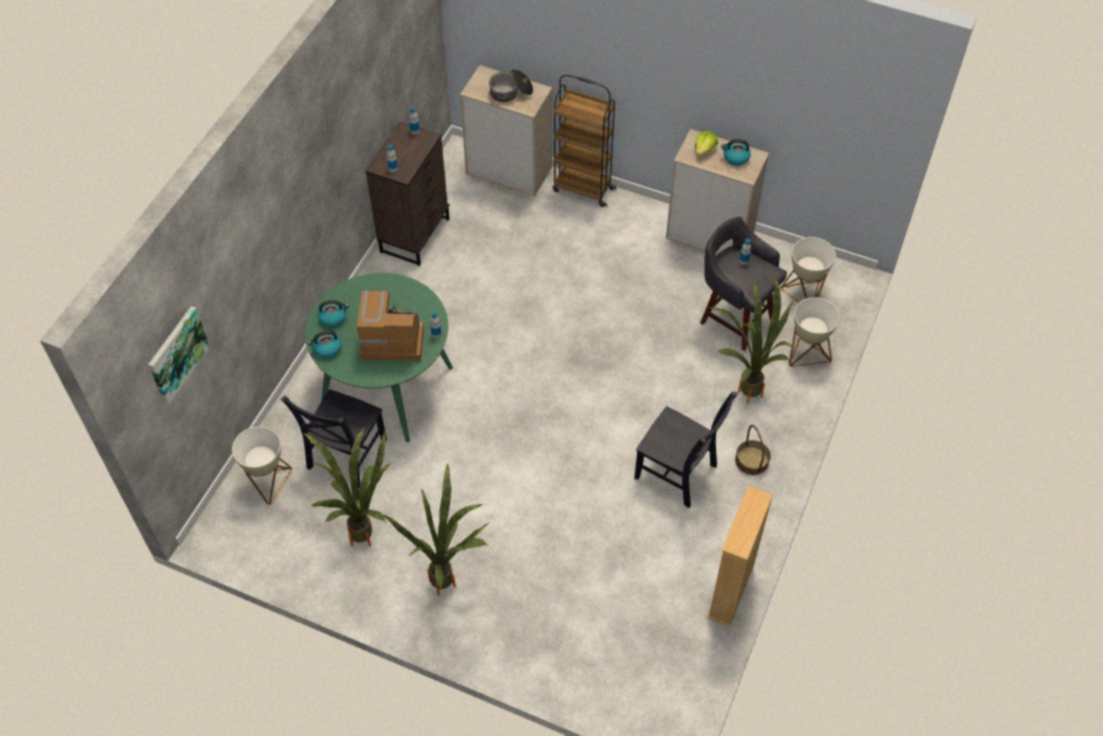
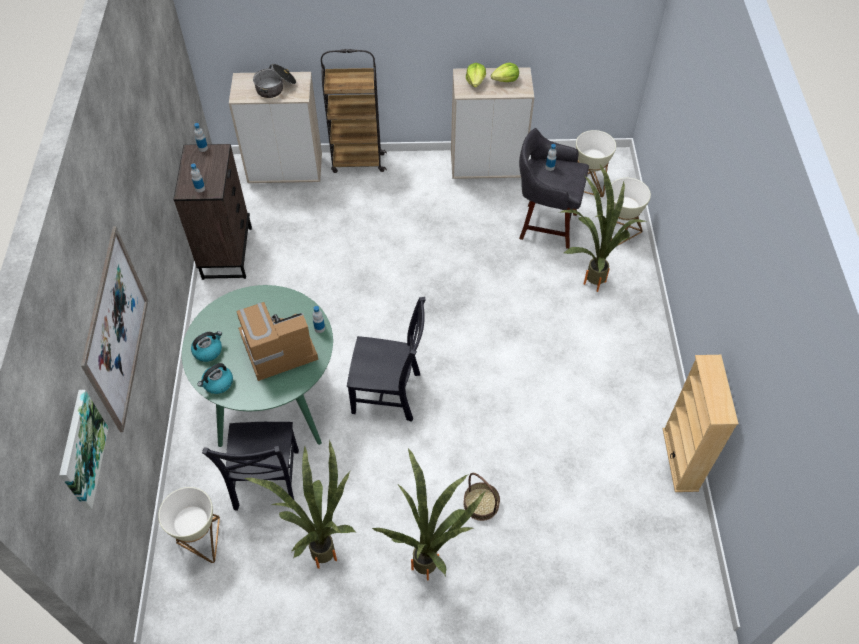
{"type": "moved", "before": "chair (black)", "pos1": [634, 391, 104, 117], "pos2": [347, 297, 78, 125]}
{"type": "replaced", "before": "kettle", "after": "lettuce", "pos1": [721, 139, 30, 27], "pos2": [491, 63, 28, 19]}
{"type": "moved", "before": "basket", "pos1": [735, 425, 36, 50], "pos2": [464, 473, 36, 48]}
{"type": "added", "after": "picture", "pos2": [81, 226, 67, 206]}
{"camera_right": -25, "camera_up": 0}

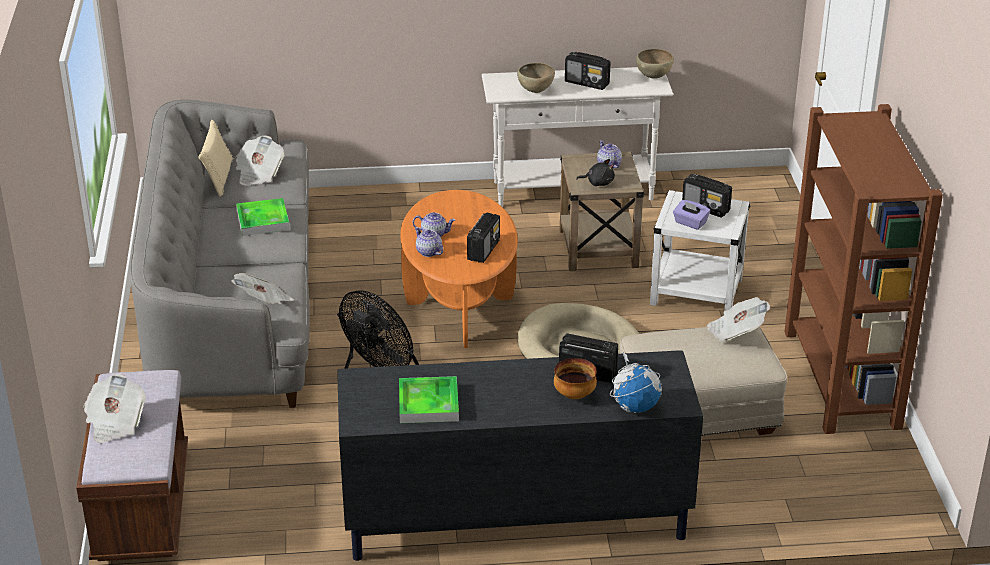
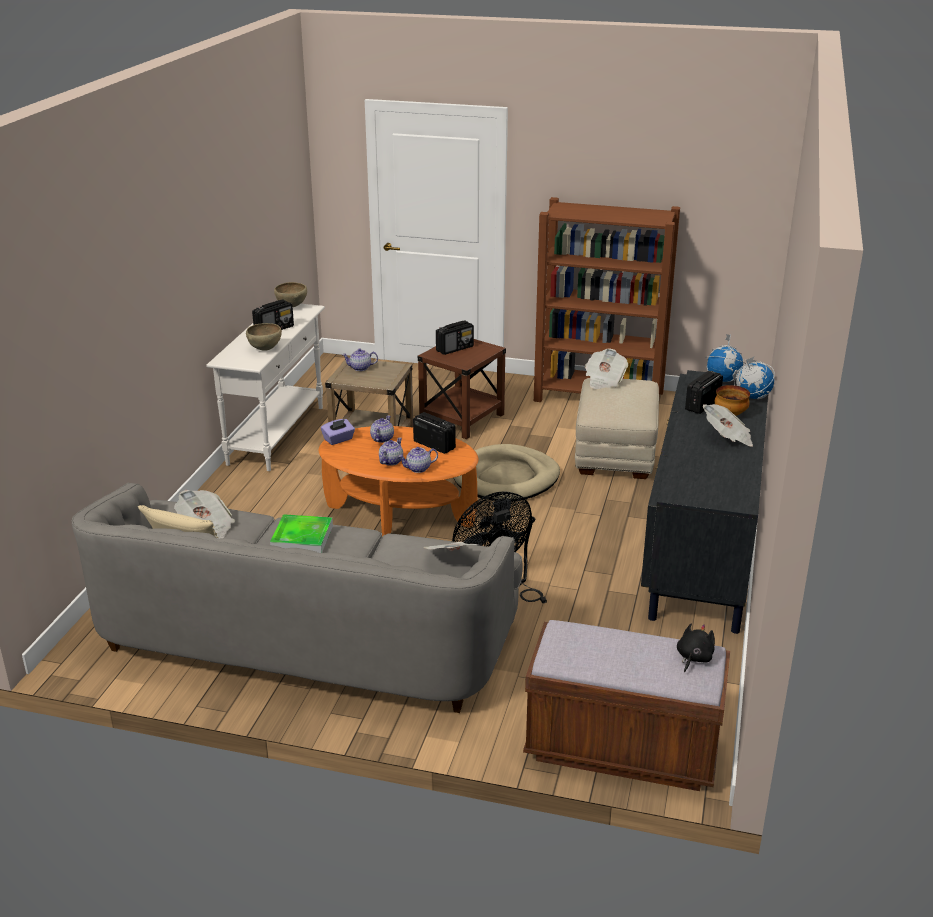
{"type": "moved", "before": "newspaper", "pos1": [83, 374, 63, 69], "pos2": [703, 404, 50, 43]}
{"type": "removed", "before": "tray", "pos1": [399, 376, 60, 47]}
{"type": "moved", "before": "plush toy (black)", "pos1": [576, 159, 39, 27], "pos2": [677, 623, 38, 49]}
{"type": "recoloured", "before": "side table (white)", "after": "side table (brown)", "pos1": [650, 190, 100, 121], "pos2": [418, 339, 88, 100]}
{"type": "moved", "before": "tissue box (purple)", "pos1": [673, 200, 37, 30], "pos2": [321, 419, 34, 26]}
{"type": "added", "after": "teapot", "pos2": [370, 415, 24, 28]}
{"type": "added", "after": "globe", "pos2": [705, 334, 41, 48]}
{"camera_right": -70, "camera_up": -5}

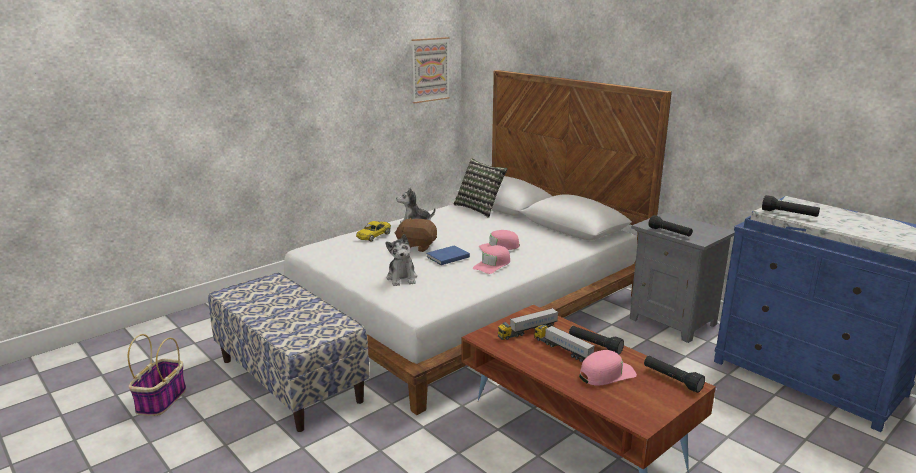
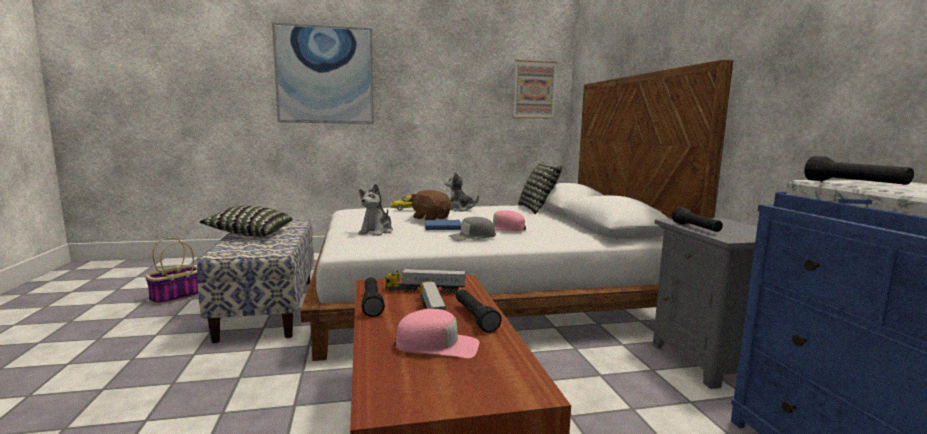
{"type": "recoloured", "before": "cap (pink)", "after": "cap (grey)", "pos1": [473, 245, 37, 29], "pos2": [449, 217, 47, 24]}
{"type": "moved", "before": "flashlight (black)", "pos1": [644, 356, 61, 37], "pos2": [362, 277, 23, 40]}
{"type": "added", "after": "pillow", "pos2": [199, 205, 94, 32]}
{"type": "added", "after": "picture", "pos2": [272, 23, 102, 101]}
{"camera_right": 30, "camera_up": -10}

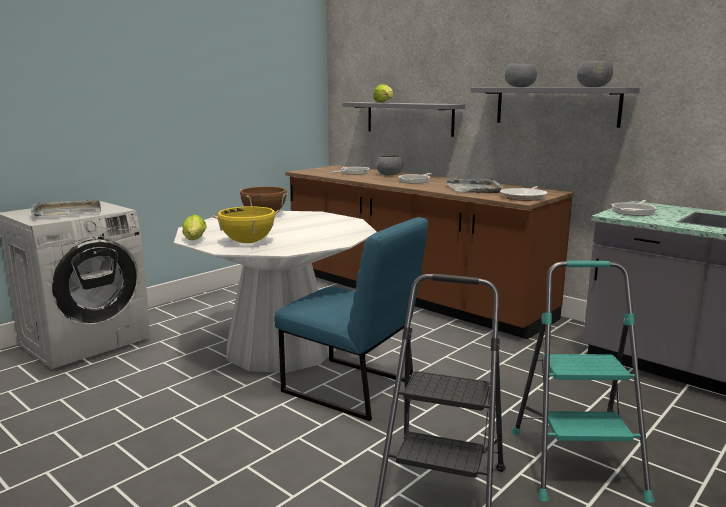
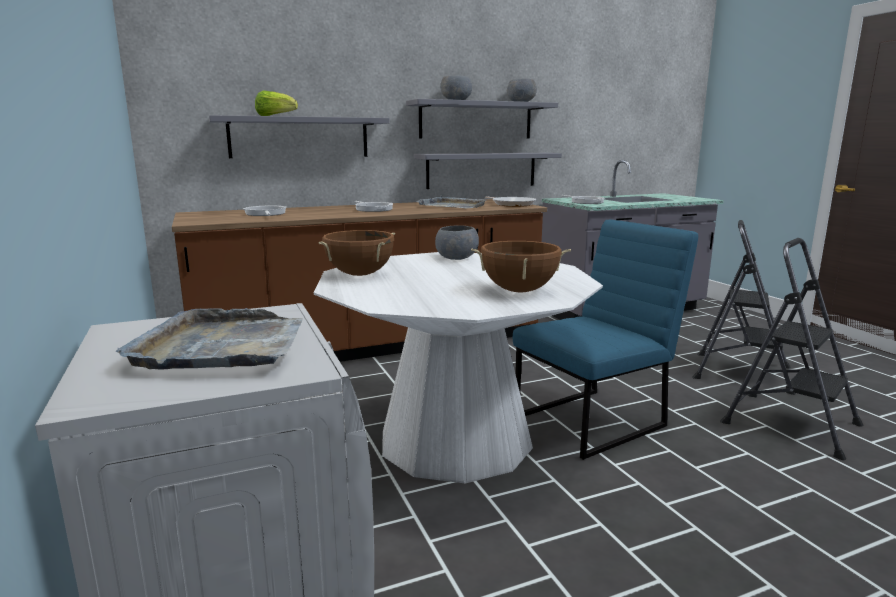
{"type": "removed", "before": "lettuce", "pos1": [183, 214, 24, 26]}
{"type": "recoloured", "before": "cooking pot (yellow)", "after": "cooking pot (brown)", "pos1": [211, 206, 70, 37], "pos2": [471, 241, 100, 51]}
{"type": "moved", "before": "bowl (grey)", "pos1": [376, 155, 27, 20], "pos2": [435, 225, 44, 35]}
{"type": "recoloured", "before": "step ladder (turquoise)", "after": "step ladder (black)", "pos1": [512, 261, 143, 242], "pos2": [692, 220, 104, 175]}
{"type": "added", "after": "shelf (grey)", "pos2": [414, 153, 148, 36]}
{"camera_right": -65, "camera_up": 0}

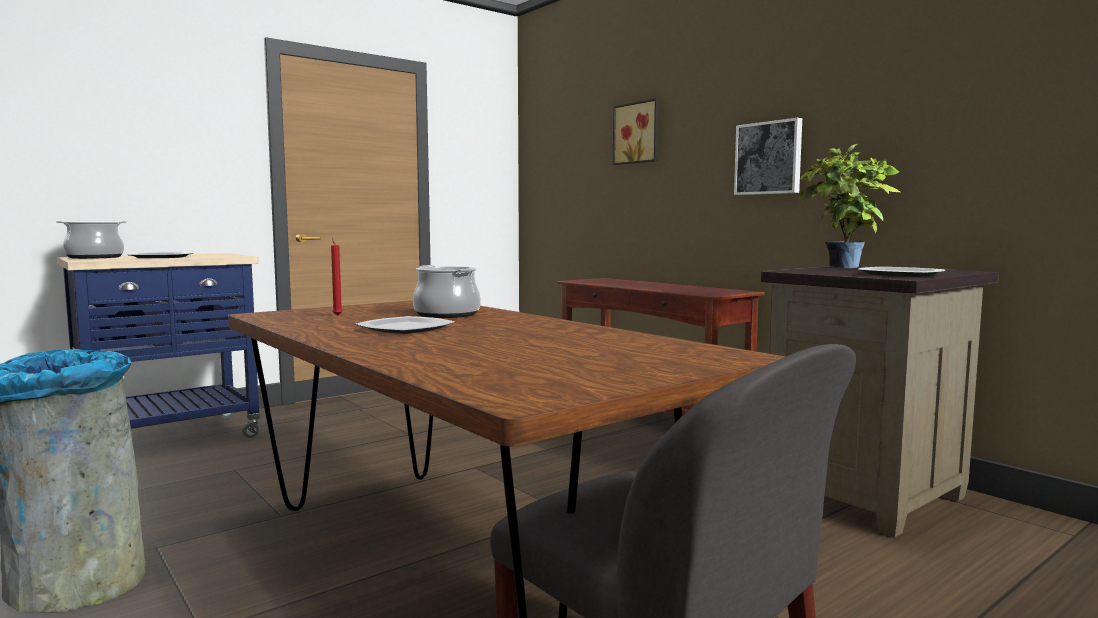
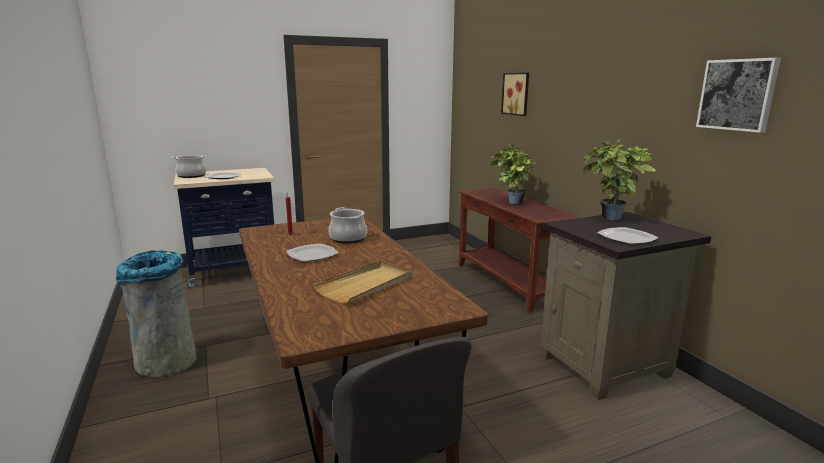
{"type": "moved", "before": "picture", "pos1": [734, 118, 68, 77], "pos2": [696, 58, 85, 75]}
{"type": "added", "after": "tray (beige)", "pos2": [313, 261, 99, 42]}
{"type": "added", "after": "potted plant", "pos2": [490, 144, 46, 60]}
{"camera_right": 15, "camera_up": 10}

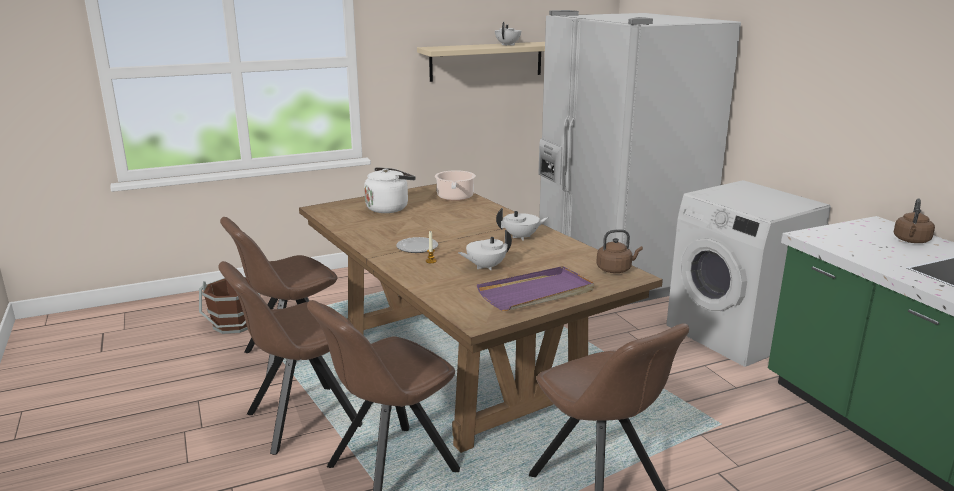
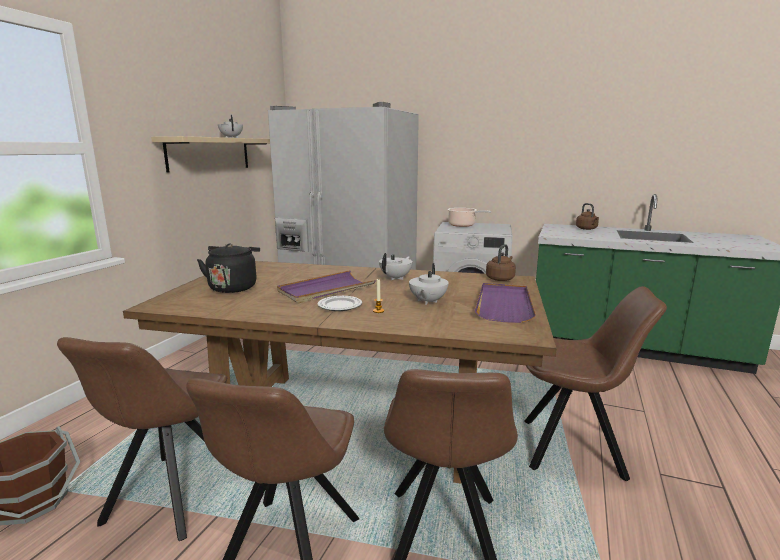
{"type": "recoloured", "before": "kettle (white)", "after": "kettle (black)", "pos1": [364, 167, 52, 46], "pos2": [197, 244, 63, 49]}
{"type": "moved", "before": "cooking pot", "pos1": [435, 170, 41, 31], "pos2": [447, 208, 44, 19]}
{"type": "added", "after": "tray (purple)", "pos2": [277, 270, 99, 33]}
{"camera_right": -45, "camera_up": -5}

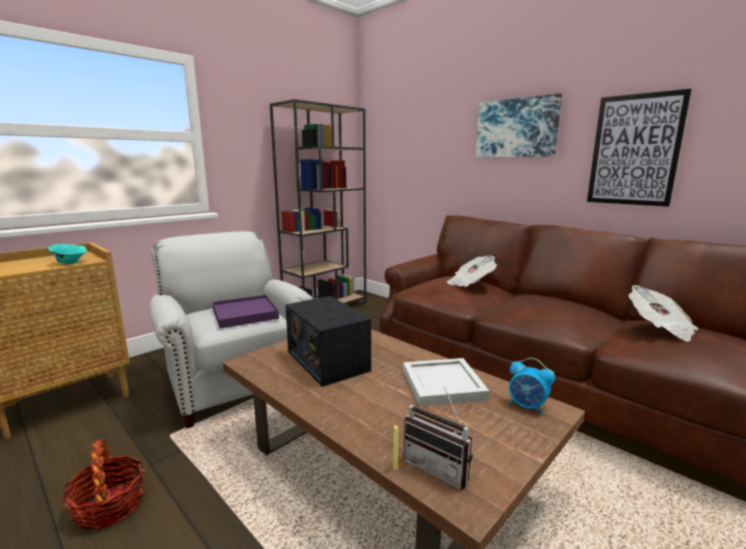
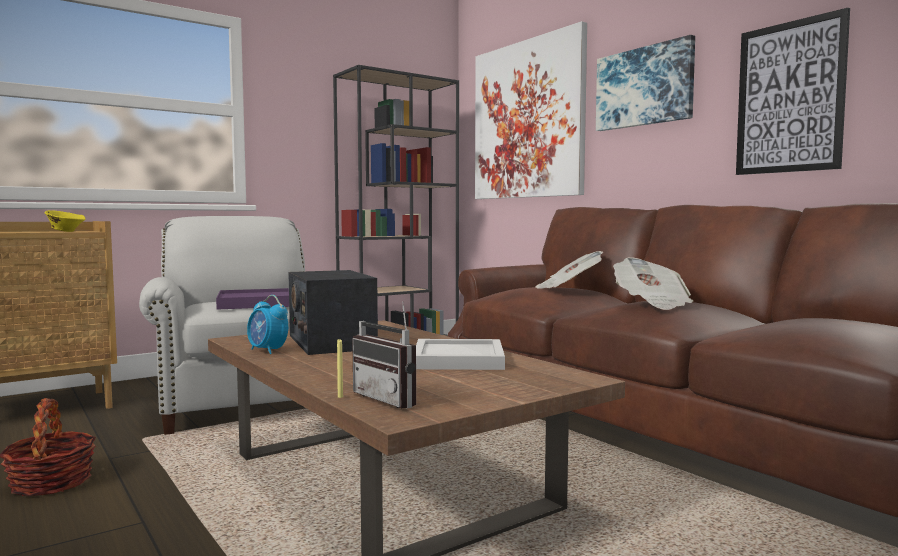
{"type": "recoloured", "before": "bowl (turquoise)", "after": "bowl (yellow)", "pos1": [48, 244, 39, 20], "pos2": [44, 210, 42, 22]}
{"type": "moved", "before": "alarm clock", "pos1": [509, 358, 46, 57], "pos2": [247, 295, 41, 59]}
{"type": "moved", "before": "newspaper", "pos1": [629, 285, 69, 57], "pos2": [613, 257, 80, 53]}
{"type": "added", "after": "picture", "pos2": [475, 21, 112, 178]}
{"camera_right": 10, "camera_up": -10}

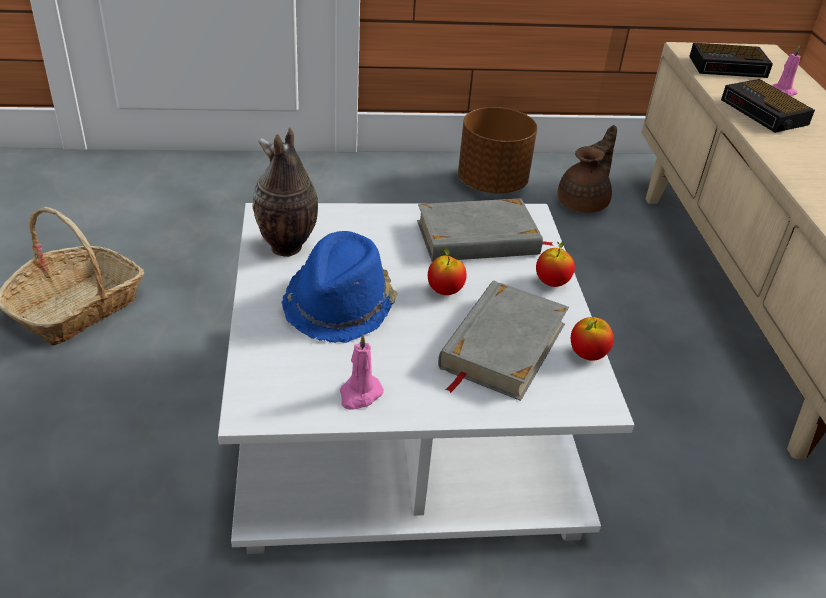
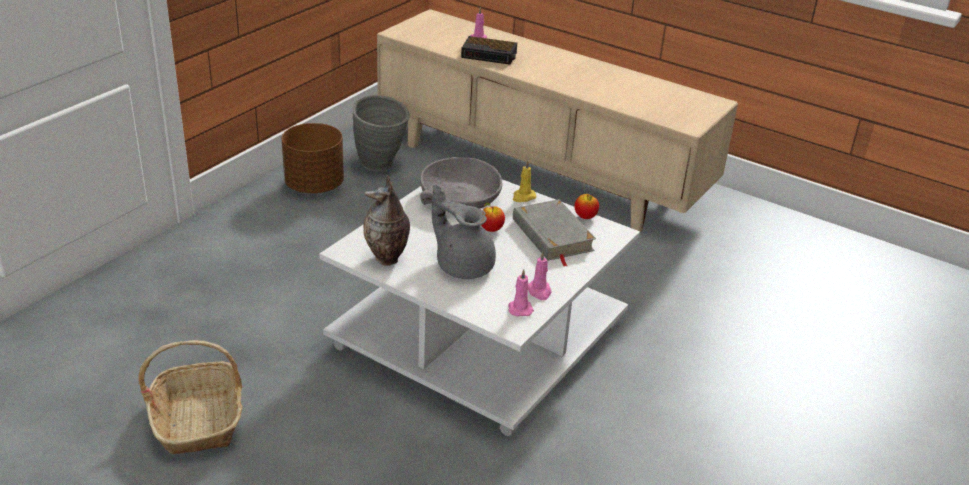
{"type": "replaced", "before": "hat (blue)", "after": "teapot (grey)", "pos1": [282, 231, 115, 112], "pos2": [432, 184, 64, 95]}
{"type": "replaced", "before": "book (grey)", "after": "bowl (grey)", "pos1": [417, 198, 136, 64], "pos2": [420, 157, 82, 52]}
{"type": "replaced", "before": "apple", "after": "candle (yellow)", "pos1": [536, 241, 39, 46], "pos2": [513, 160, 23, 42]}
{"type": "replaced", "before": "teapot (brown)", "after": "vase (grey)", "pos1": [558, 125, 59, 88], "pos2": [353, 95, 56, 77]}
{"type": "removed", "before": "alarm clock", "pos1": [689, 43, 84, 35]}
{"type": "added", "after": "candle (pink)", "pos2": [508, 269, 26, 48]}
{"camera_right": -50, "camera_up": -5}

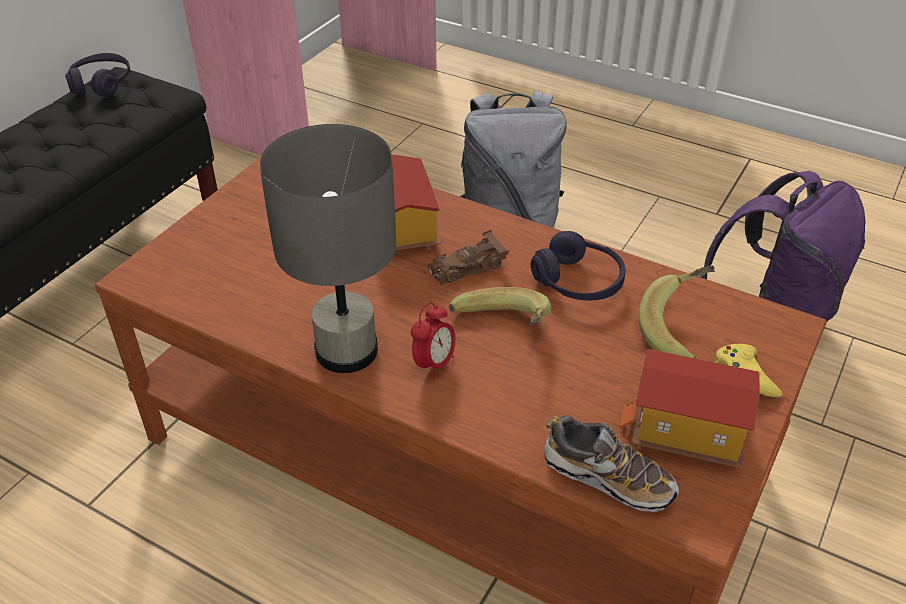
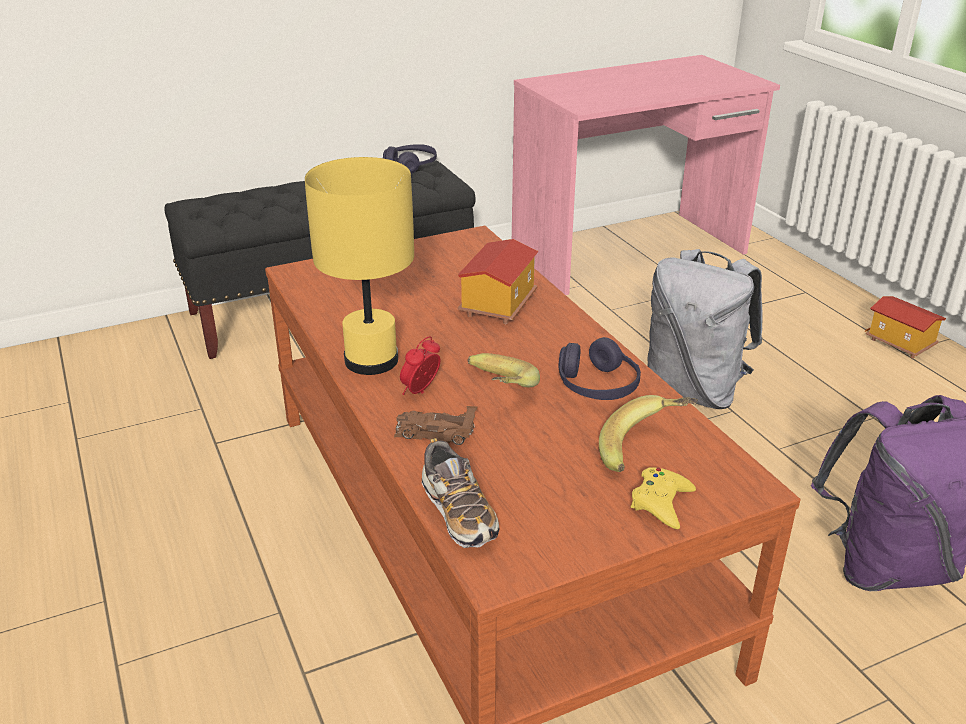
{"type": "recoloured", "before": "table lamp (grey)", "after": "table lamp (yellow)", "pos1": [260, 124, 136, 249], "pos2": [305, 157, 109, 218]}
{"type": "turned", "before": "alarm clock", "pos1": [411, 302, 44, 77], "pos2": [400, 336, 40, 59], "turn": 150}
{"type": "moved", "before": "toy car (brown)", "pos1": [427, 230, 82, 55], "pos2": [394, 406, 83, 39]}
{"type": "moved", "before": "toy house", "pos1": [619, 349, 141, 119], "pos2": [865, 296, 81, 62]}
{"camera_right": 35, "camera_up": -10}

